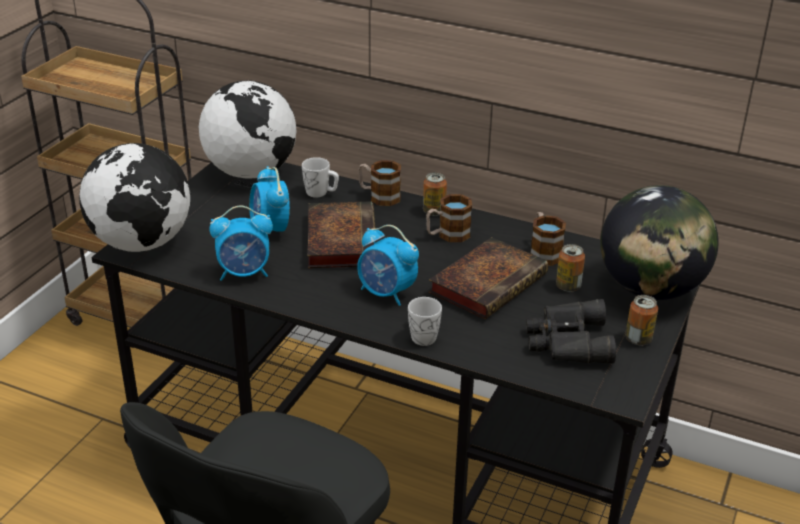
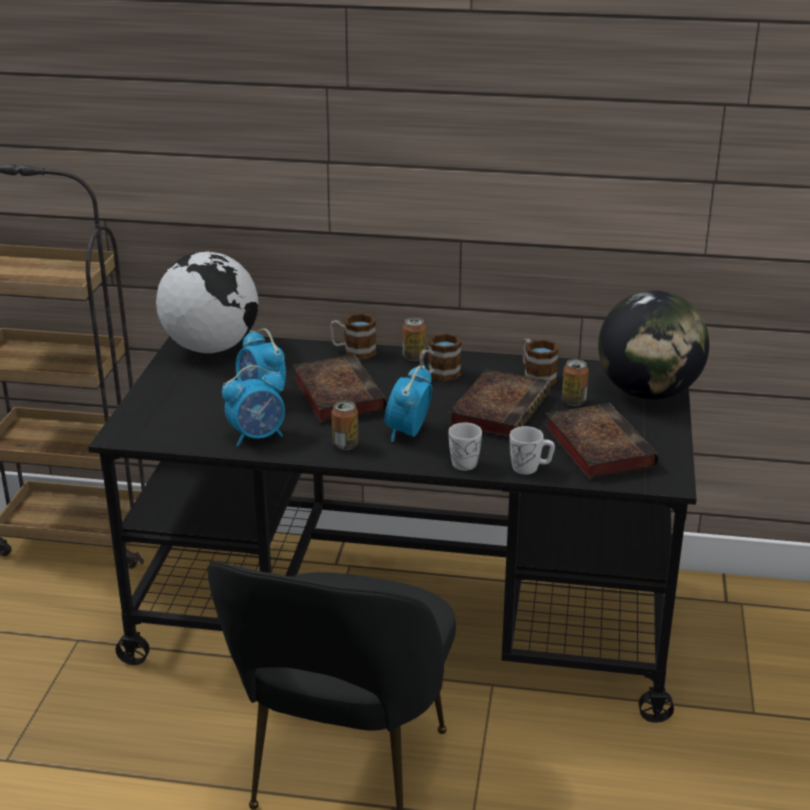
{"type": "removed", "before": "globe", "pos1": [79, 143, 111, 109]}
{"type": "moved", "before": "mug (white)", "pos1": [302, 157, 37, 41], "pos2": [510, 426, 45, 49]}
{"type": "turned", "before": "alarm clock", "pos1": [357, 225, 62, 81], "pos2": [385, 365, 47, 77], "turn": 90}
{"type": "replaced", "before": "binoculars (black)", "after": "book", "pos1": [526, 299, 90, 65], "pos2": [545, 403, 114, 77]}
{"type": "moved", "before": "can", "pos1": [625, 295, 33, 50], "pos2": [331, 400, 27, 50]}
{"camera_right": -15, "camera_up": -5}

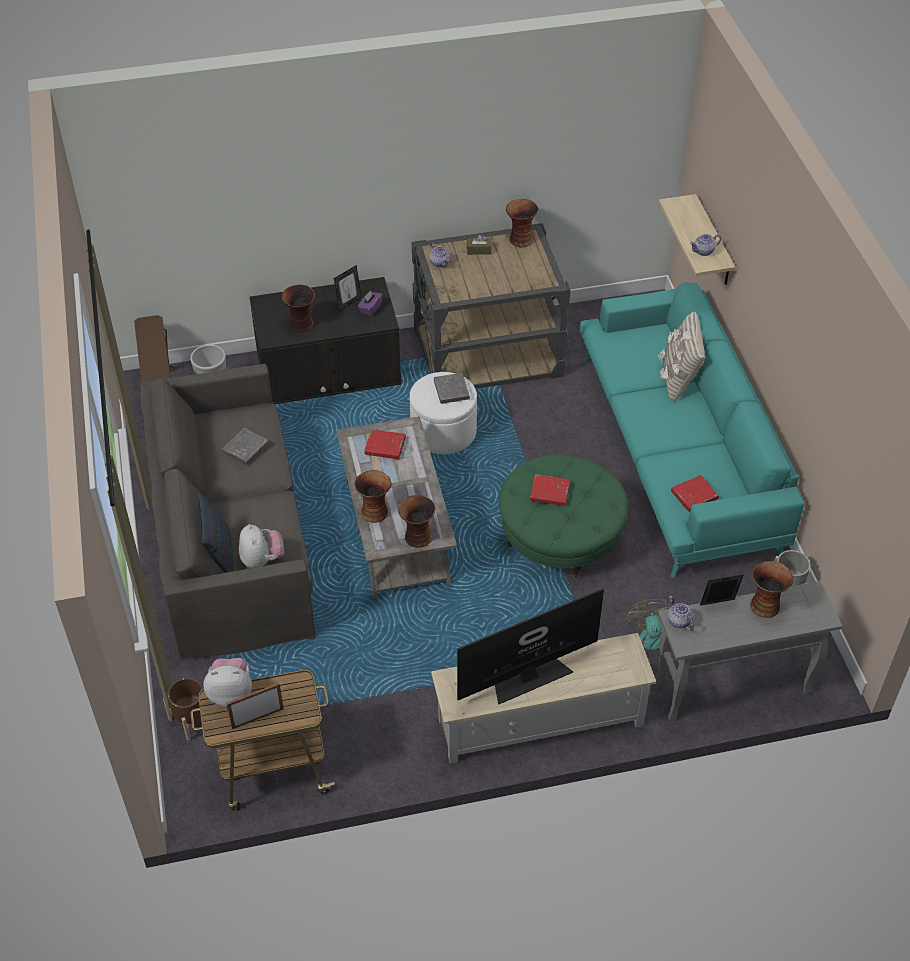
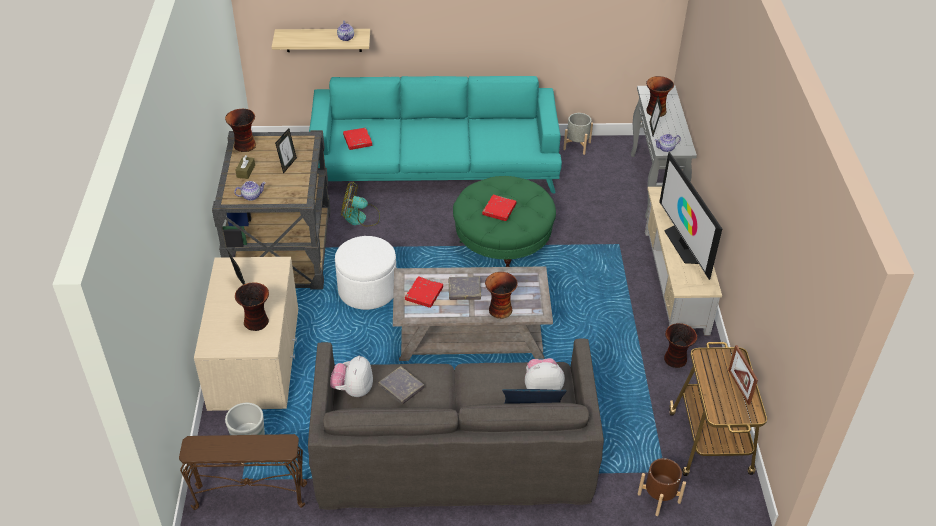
{"type": "moved", "before": "plush toy", "pos1": [203, 658, 49, 49], "pos2": [330, 356, 43, 41]}
{"type": "recoloured", "before": "cabinet (black)", "after": "cabinet (beige)", "pos1": [250, 277, 151, 127], "pos2": [194, 257, 104, 154]}
{"type": "removed", "before": "tissue box (purple)", "pos1": [358, 290, 25, 26]}
{"type": "moved", "before": "vase", "pos1": [398, 495, 37, 53], "pos2": [664, 323, 33, 45]}
{"type": "moved", "before": "book (grey)", "pos1": [434, 373, 36, 31], "pos2": [449, 277, 32, 23]}
{"type": "moved", "before": "fan", "pos1": [626, 599, 52, 67], "pos2": [341, 182, 39, 45]}
{"type": "removed", "before": "pillow (beige)", "pos1": [659, 311, 46, 91]}
{"type": "moved", "before": "book (red)", "pos1": [671, 475, 48, 37], "pos2": [343, 127, 29, 23]}
{"type": "added", "after": "picture frame", "pos2": [275, 128, 22, 46]}
{"camera_right": -80, "camera_up": -5}

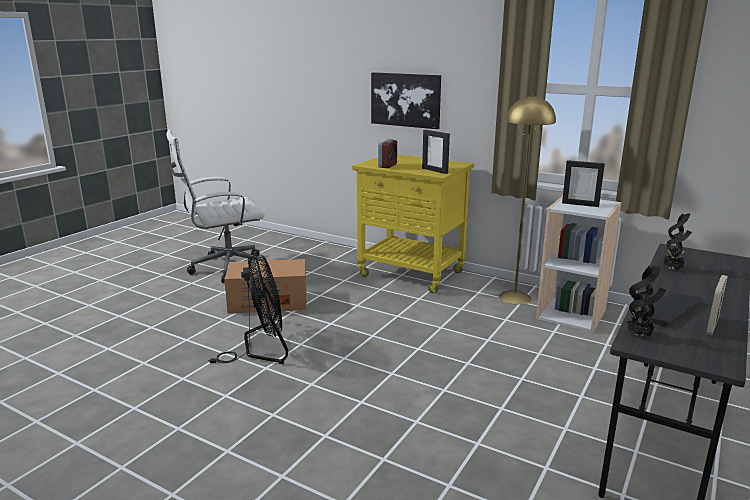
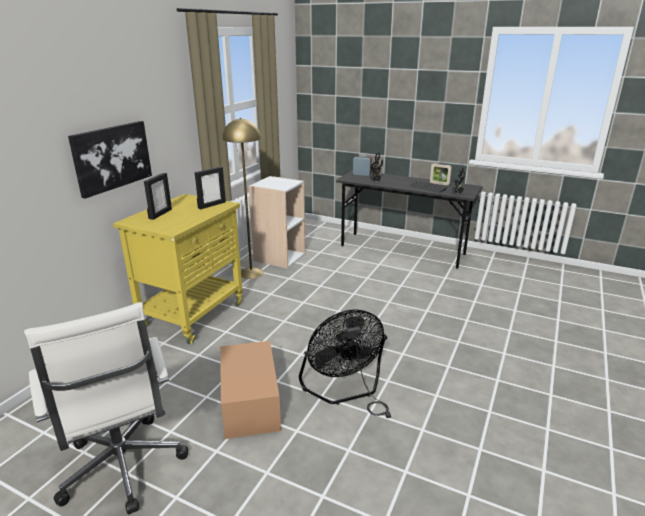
{"type": "moved", "before": "alarm clock", "pos1": [378, 139, 19, 29], "pos2": [353, 155, 19, 21]}
{"type": "moved", "before": "picture frame", "pos1": [562, 160, 43, 47], "pos2": [144, 173, 28, 47]}
{"camera_right": -95, "camera_up": 5}

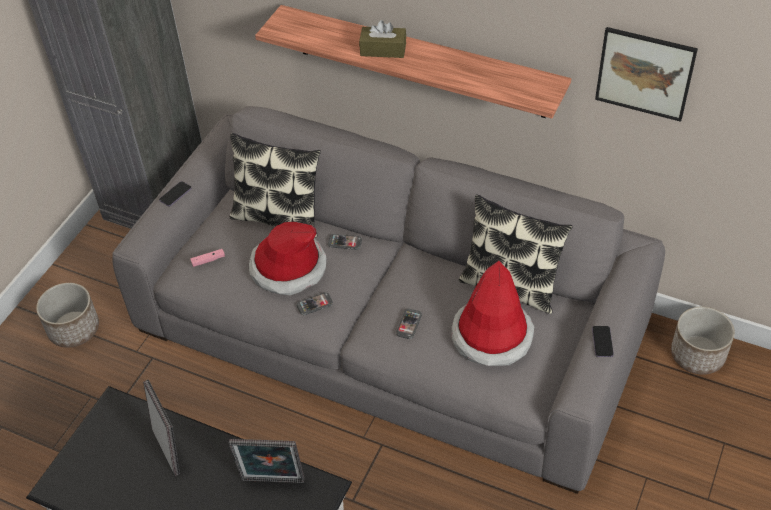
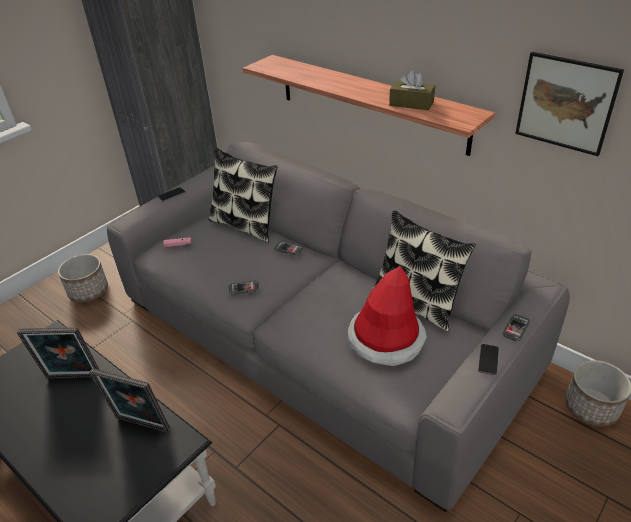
{"type": "turned", "before": "picture frame", "pos1": [143, 380, 37, 96], "pos2": [17, 327, 83, 52], "turn": 105}
{"type": "removed", "before": "hat", "pos1": [249, 221, 77, 74]}
{"type": "moved", "before": "tissue box (brown)", "pos1": [359, 20, 47, 38], "pos2": [389, 70, 46, 40]}
{"type": "moved", "before": "phone", "pos1": [396, 309, 26, 30], "pos2": [502, 314, 28, 28]}
{"camera_right": 15, "camera_up": -10}

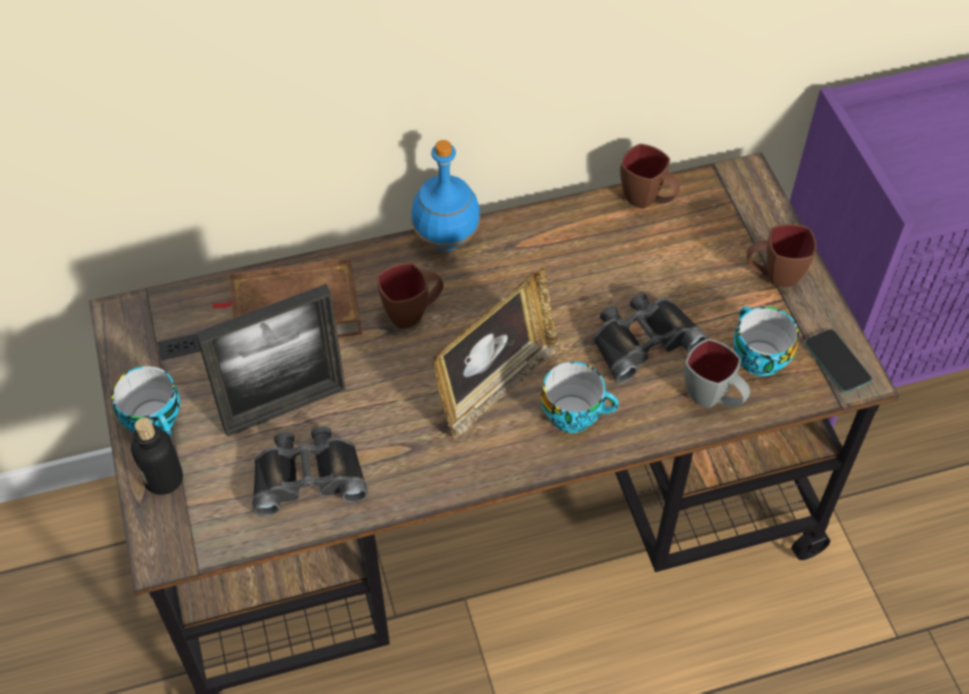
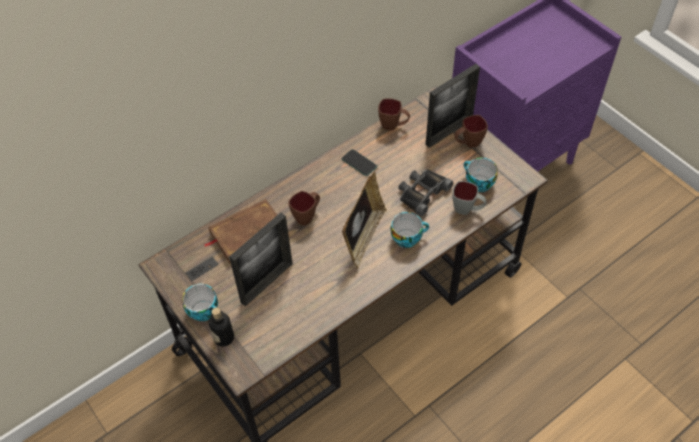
{"type": "removed", "before": "binoculars (black)", "pos1": [252, 426, 116, 91]}
{"type": "removed", "before": "bottle (blue)", "pos1": [411, 140, 70, 111]}
{"type": "moved", "before": "phone", "pos1": [804, 329, 68, 64], "pos2": [342, 149, 35, 27]}
{"type": "added", "after": "picture frame", "pos2": [426, 64, 54, 84]}
{"camera_right": -20, "camera_up": 0}

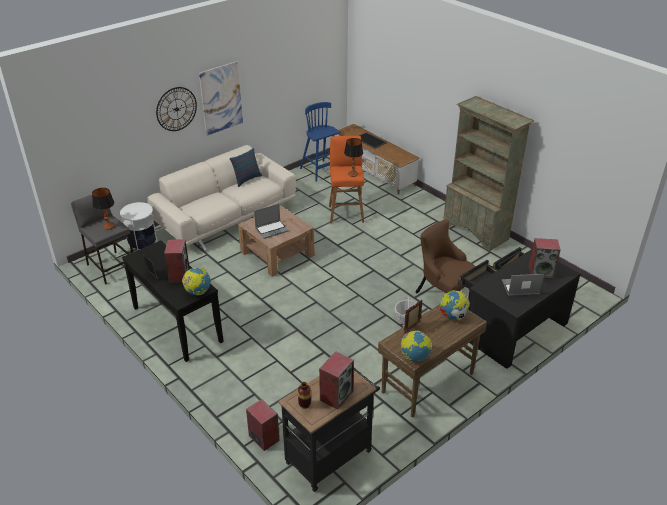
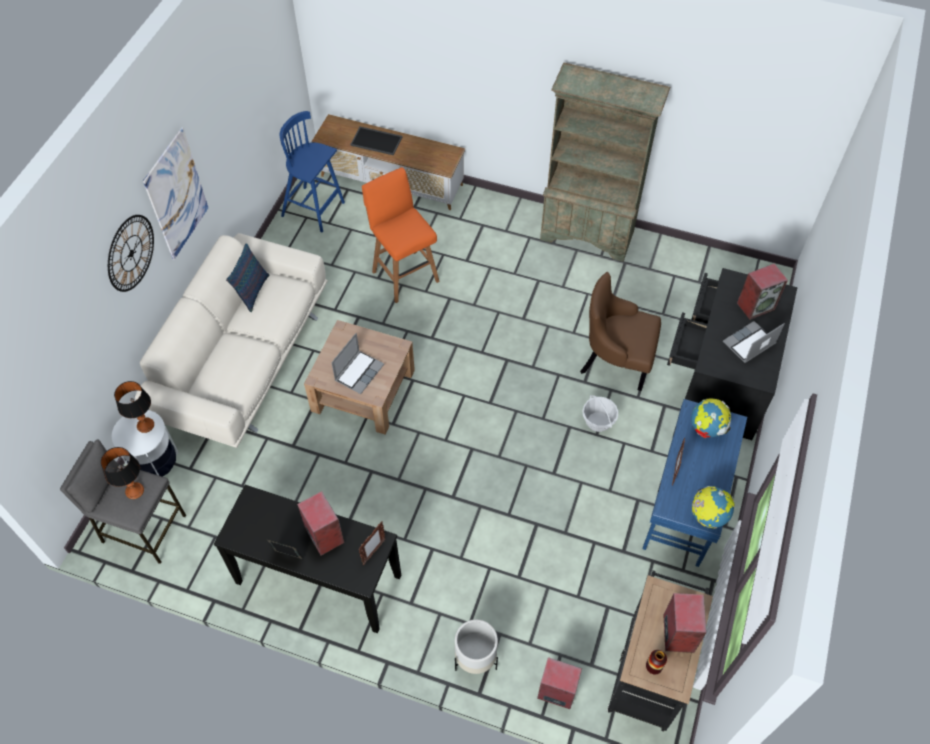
{"type": "replaced", "before": "globe", "after": "picture frame", "pos1": [182, 267, 28, 29], "pos2": [358, 521, 27, 44]}
{"type": "moved", "before": "table lamp", "pos1": [344, 138, 19, 39], "pos2": [114, 381, 40, 52]}
{"type": "recoloured", "before": "console table (brown)", "after": "console table (blue)", "pos1": [378, 304, 109, 114], "pos2": [642, 399, 105, 168]}
{"type": "added", "after": "planter (white)", "pos2": [455, 619, 43, 55]}
{"camera_right": -30, "camera_up": 20}

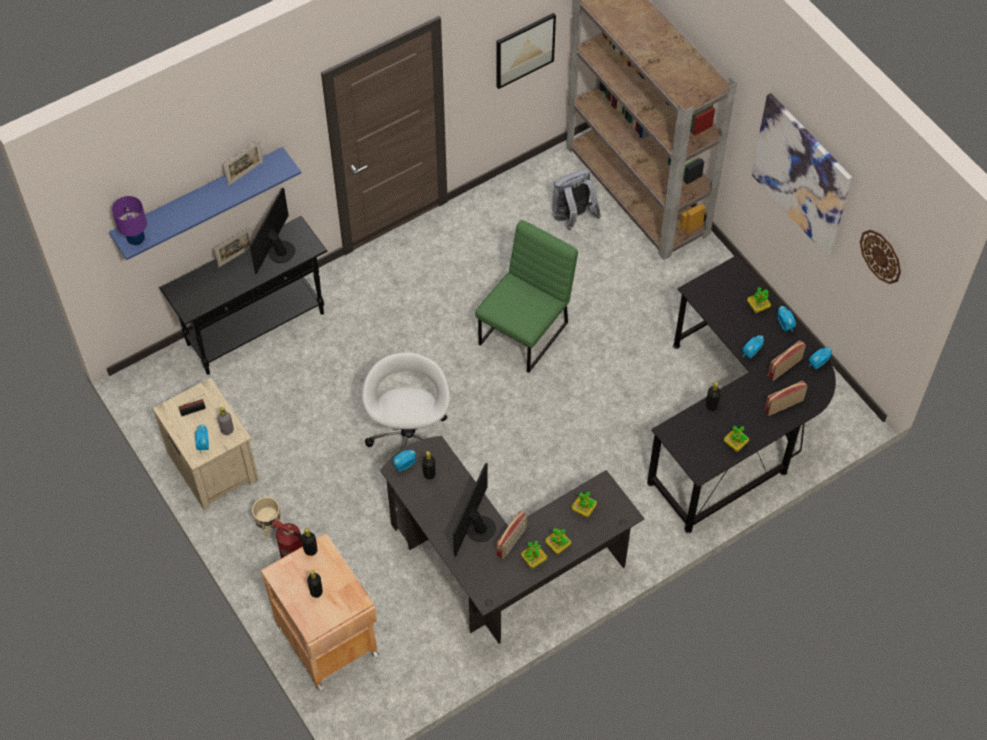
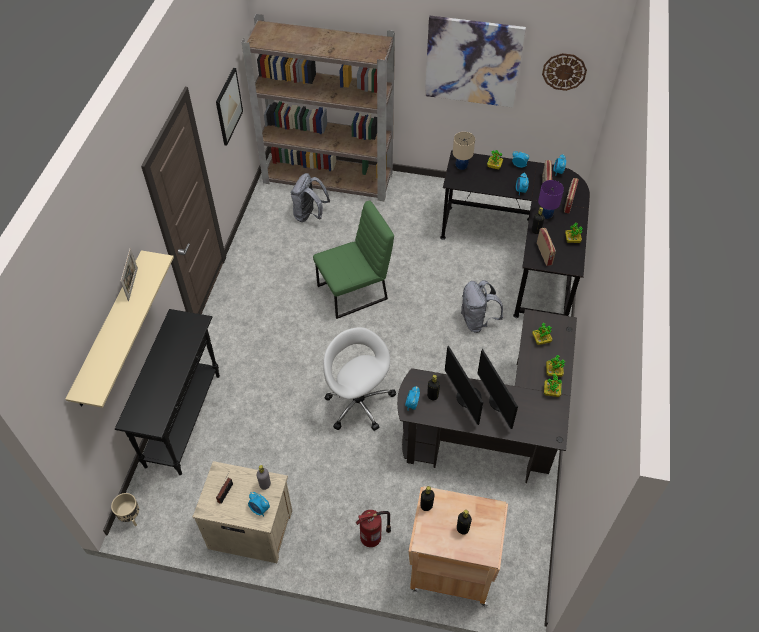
{"type": "recoloured", "before": "shelf (blue)", "after": "shelf (beige)", "pos1": [109, 147, 192, 113], "pos2": [66, 250, 108, 158]}
{"type": "moved", "before": "table lamp (purple)", "pos1": [112, 196, 35, 49], "pos2": [538, 180, 26, 39]}
{"type": "removed", "before": "picture frame", "pos1": [214, 227, 40, 40]}
{"type": "moved", "before": "monitor", "pos1": [250, 188, 45, 86], "pos2": [445, 345, 38, 80]}
{"type": "moved", "before": "planter (beige)", "pos1": [252, 497, 29, 40], "pos2": [111, 493, 28, 33]}
{"type": "turned", "before": "chair (green)", "pos1": [475, 220, 103, 153], "pos2": [313, 200, 81, 119], "turn": 75}
{"type": "moved", "before": "radio", "pos1": [496, 511, 31, 48], "pos2": [537, 228, 19, 38]}
{"type": "added", "after": "table lamp (beige)", "pos2": [453, 132, 22, 38]}
{"type": "added", "after": "backpack (grey)", "pos2": [461, 280, 42, 53]}
{"camera_right": -45, "camera_up": -5}

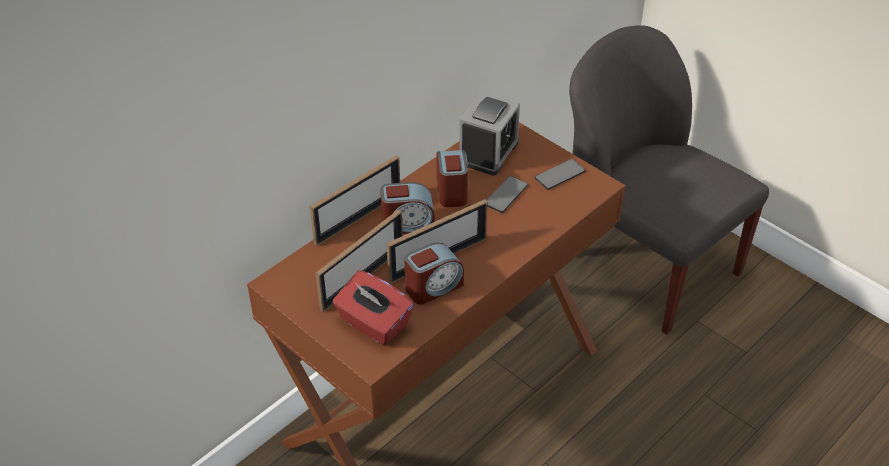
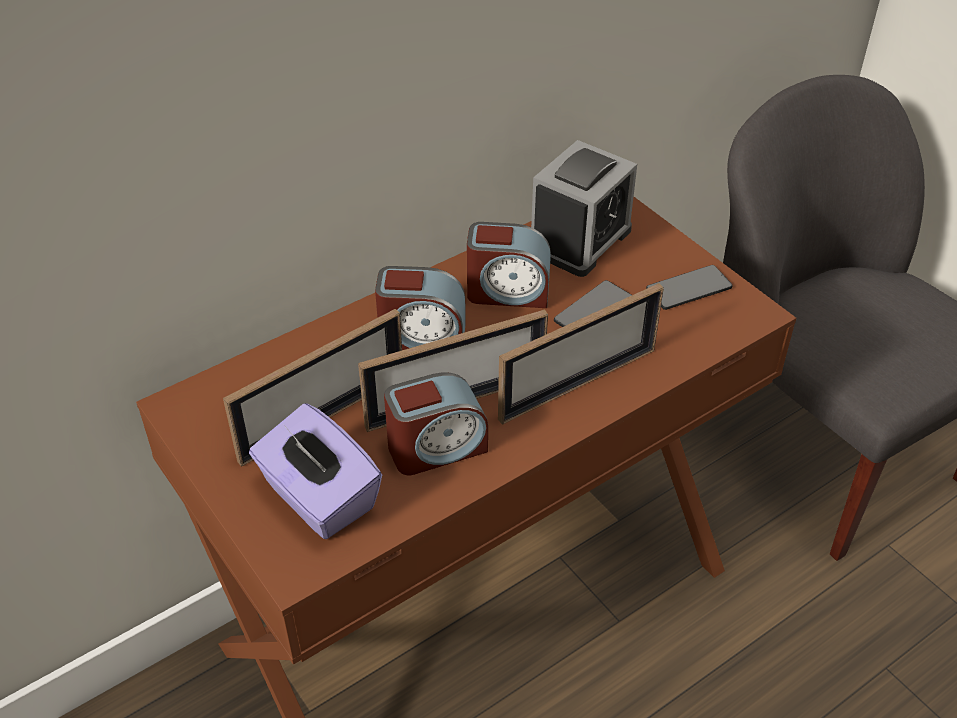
{"type": "moved", "before": "picture frame", "pos1": [310, 155, 90, 91], "pos2": [498, 283, 166, 141]}
{"type": "recoloured", "before": "tissue box (red)", "after": "tissue box (purple)", "pos1": [333, 270, 81, 75], "pos2": [249, 403, 133, 136]}
{"type": "turned", "before": "alarm clock", "pos1": [436, 150, 32, 57], "pos2": [467, 222, 84, 86], "turn": 90}
{"camera_right": 10, "camera_up": 0}

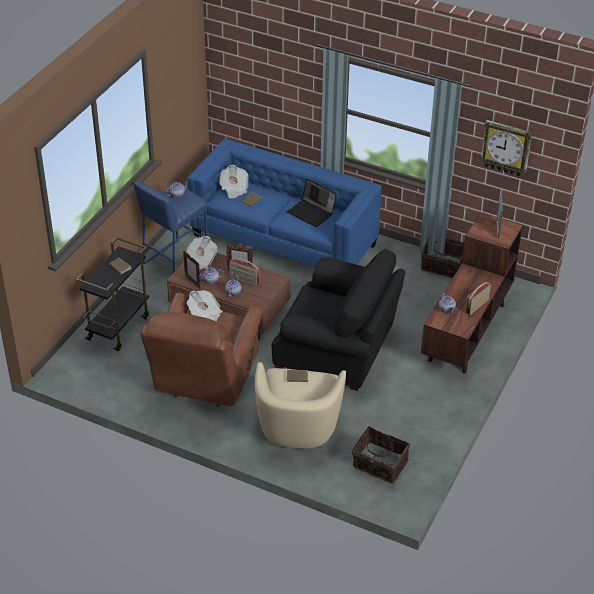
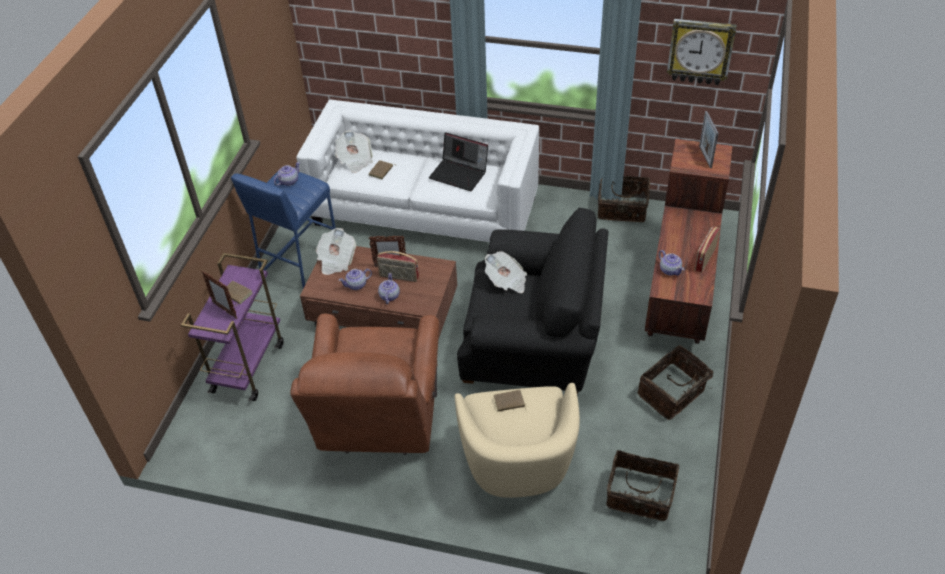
{"type": "recoloured", "before": "cart (black)", "after": "cart (purple)", "pos1": [76, 237, 73, 114], "pos2": [181, 253, 103, 148]}
{"type": "moved", "before": "picture frame", "pos1": [183, 251, 18, 38], "pos2": [202, 271, 35, 47]}
{"type": "moved", "before": "newspaper", "pos1": [187, 290, 35, 32], "pos2": [485, 251, 42, 42]}
{"type": "recoloured", "before": "sofa (blue)", "after": "sofa (white)", "pos1": [188, 139, 194, 129], "pos2": [296, 100, 243, 142]}
{"type": "added", "after": "basket", "pos2": [638, 345, 82, 75]}
{"camera_right": -10, "camera_up": 5}

